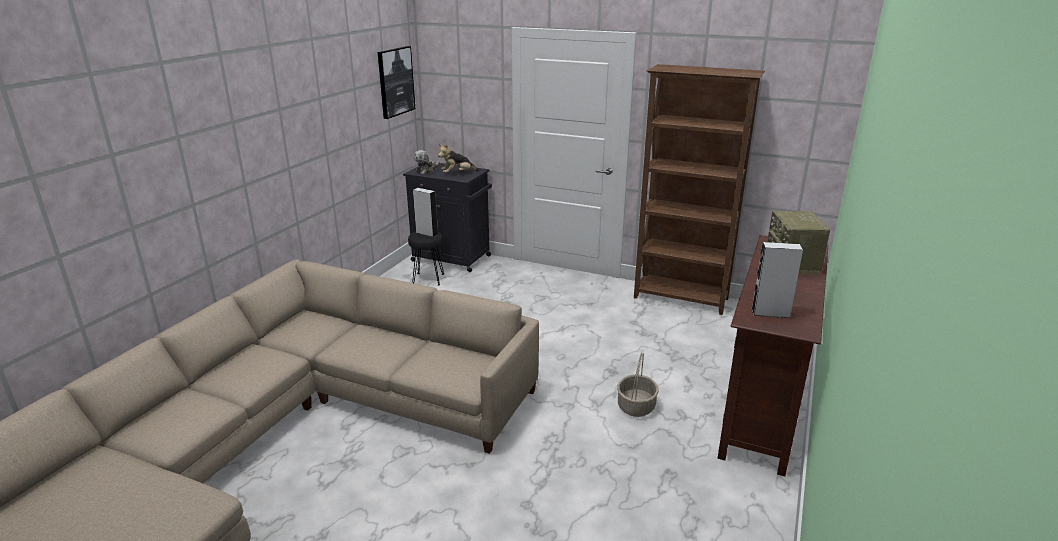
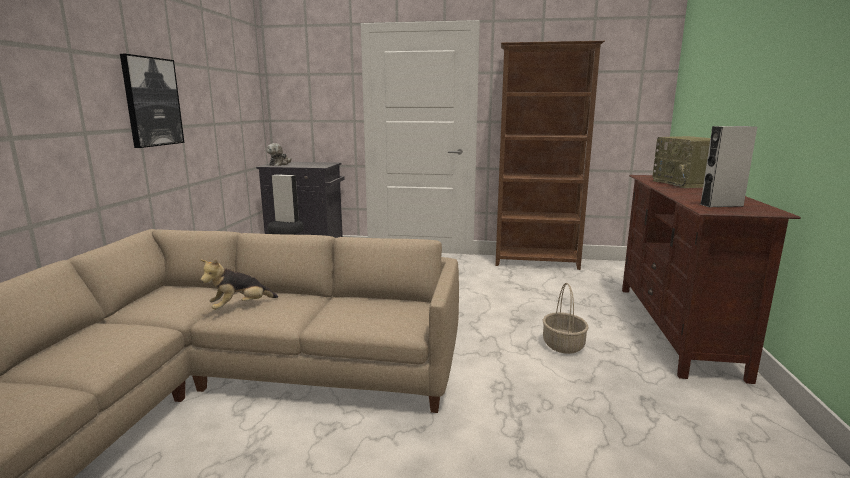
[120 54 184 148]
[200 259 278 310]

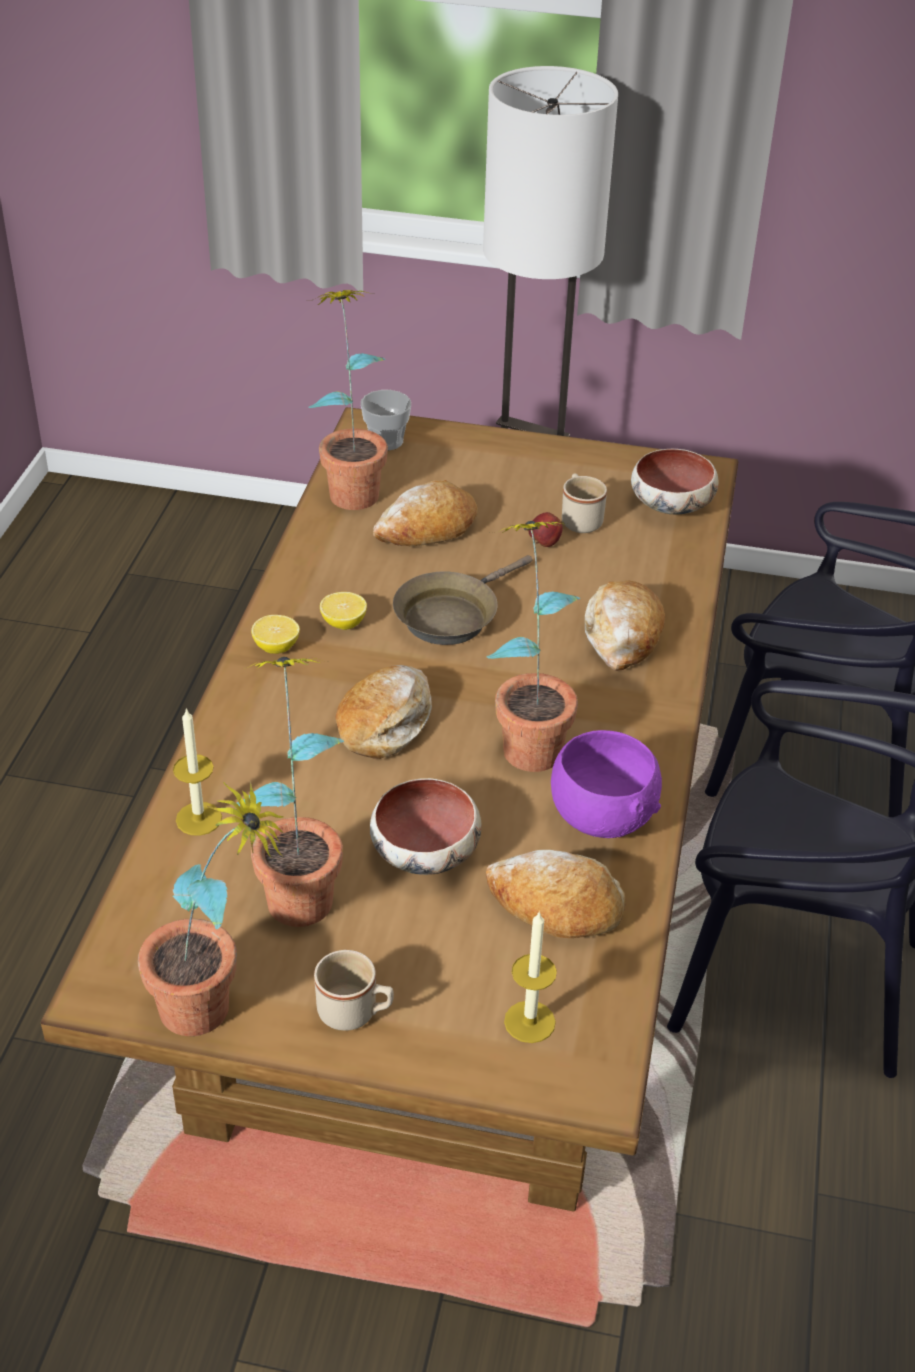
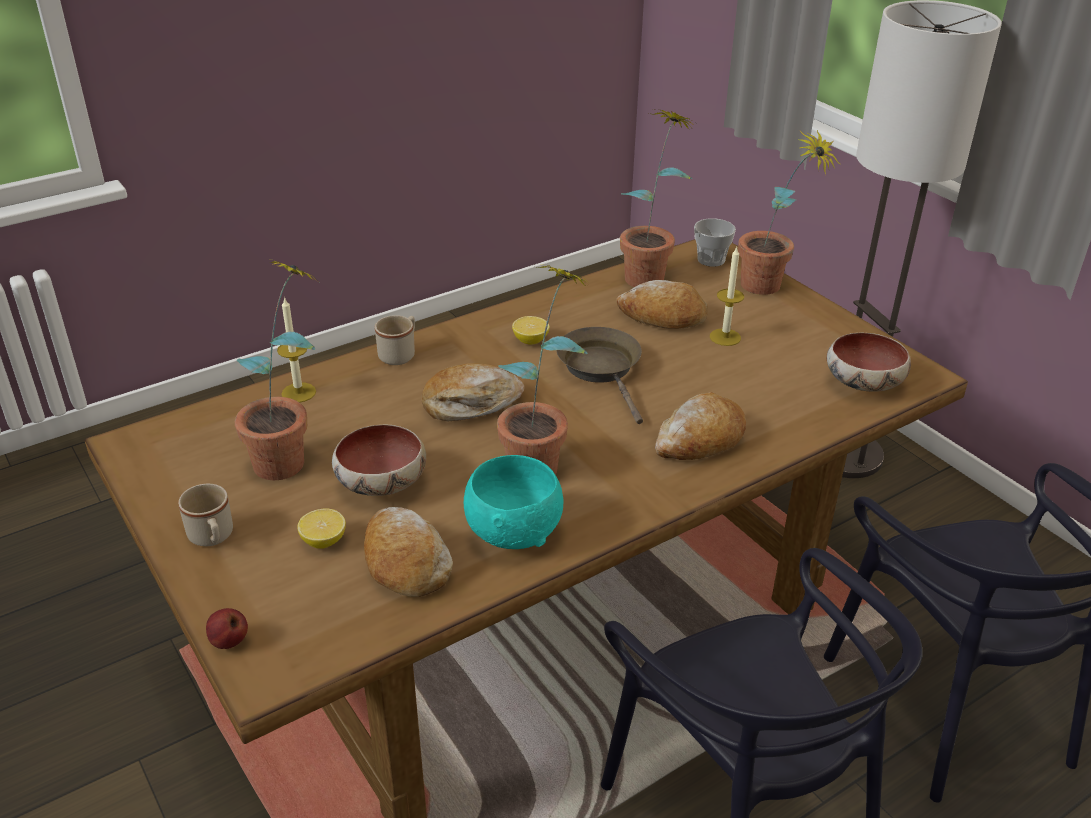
[375 315 415 365]
[206 608 248 649]
[556 327 643 424]
[297 508 346 549]
[464 455 563 549]
[738 130 841 295]
[710 247 744 346]

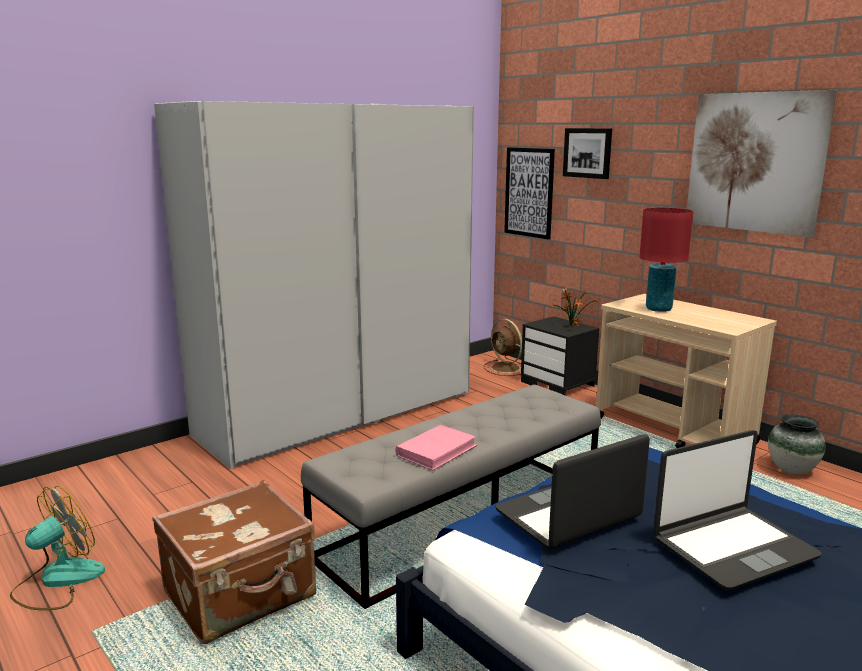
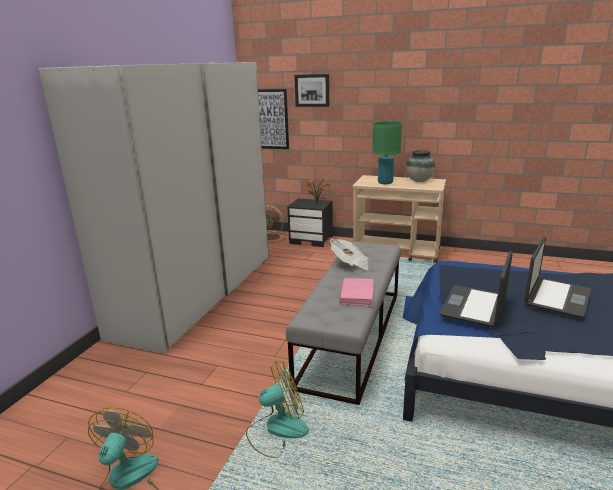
[687 90 837 238] (first image)
[373 121 402 184]
[406 150 435 182]
[246 361 309 458]
[330 239 368 270]

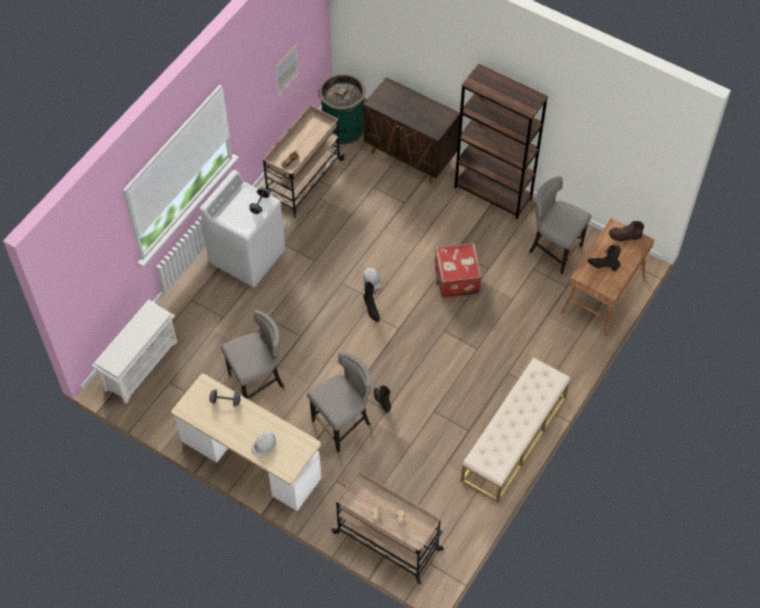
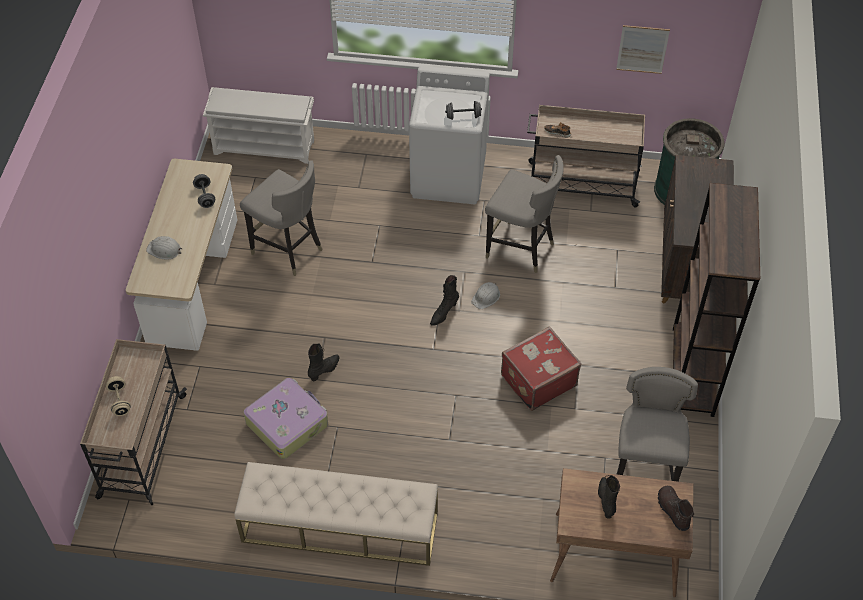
[485 155 564 273]
[244 378 328 459]

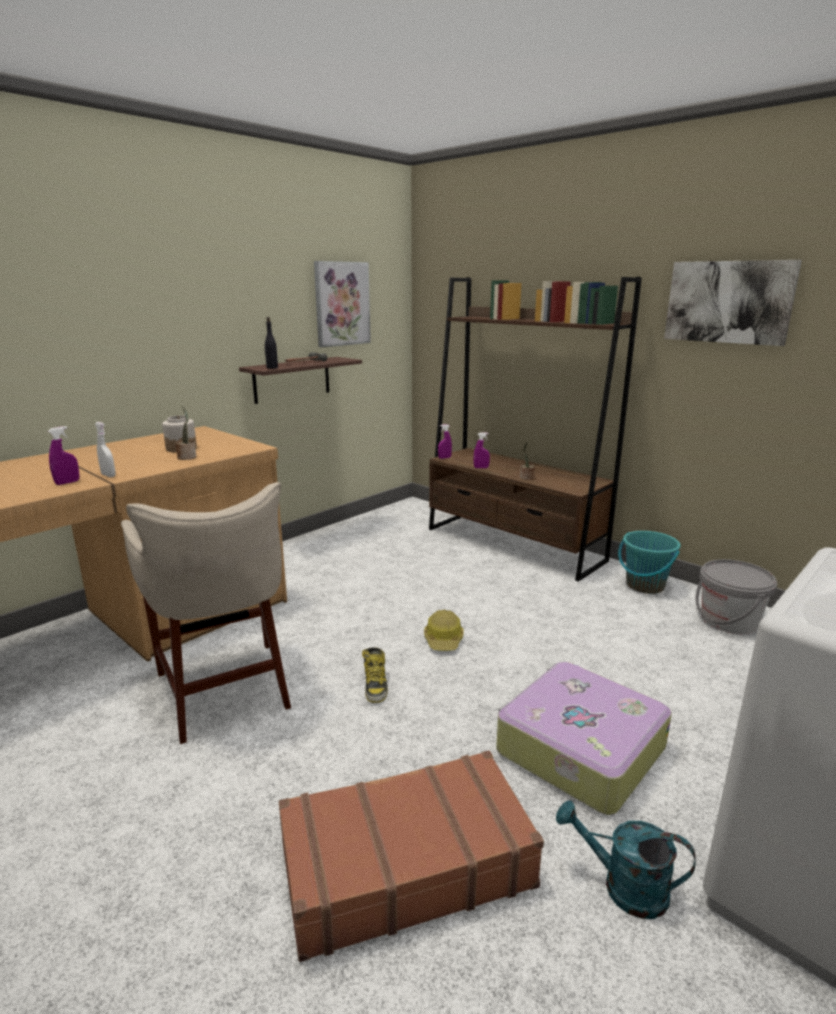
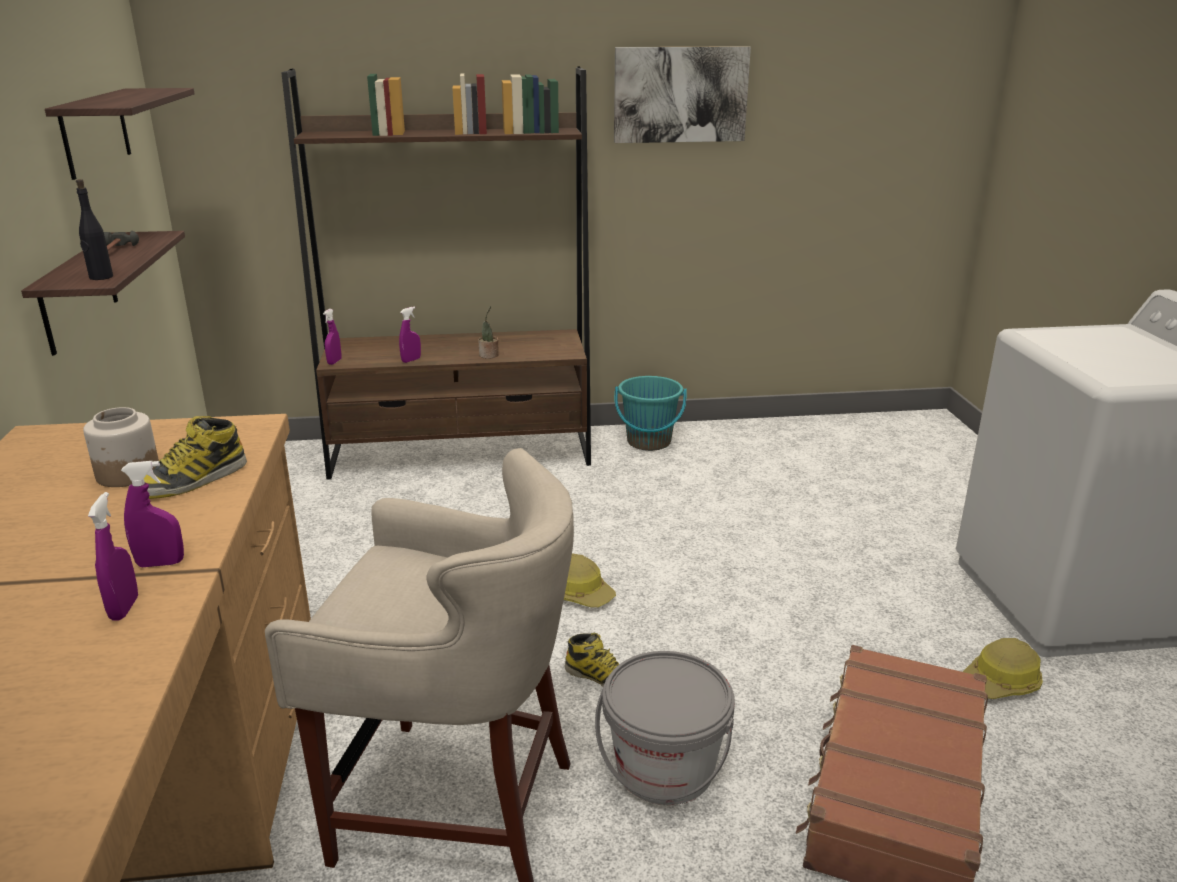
[45 88 195 180]
[144 416 247 499]
[121 461 184 567]
[595 651 735 805]
[496 662 672 815] (first image)
[963 638 1043 699]

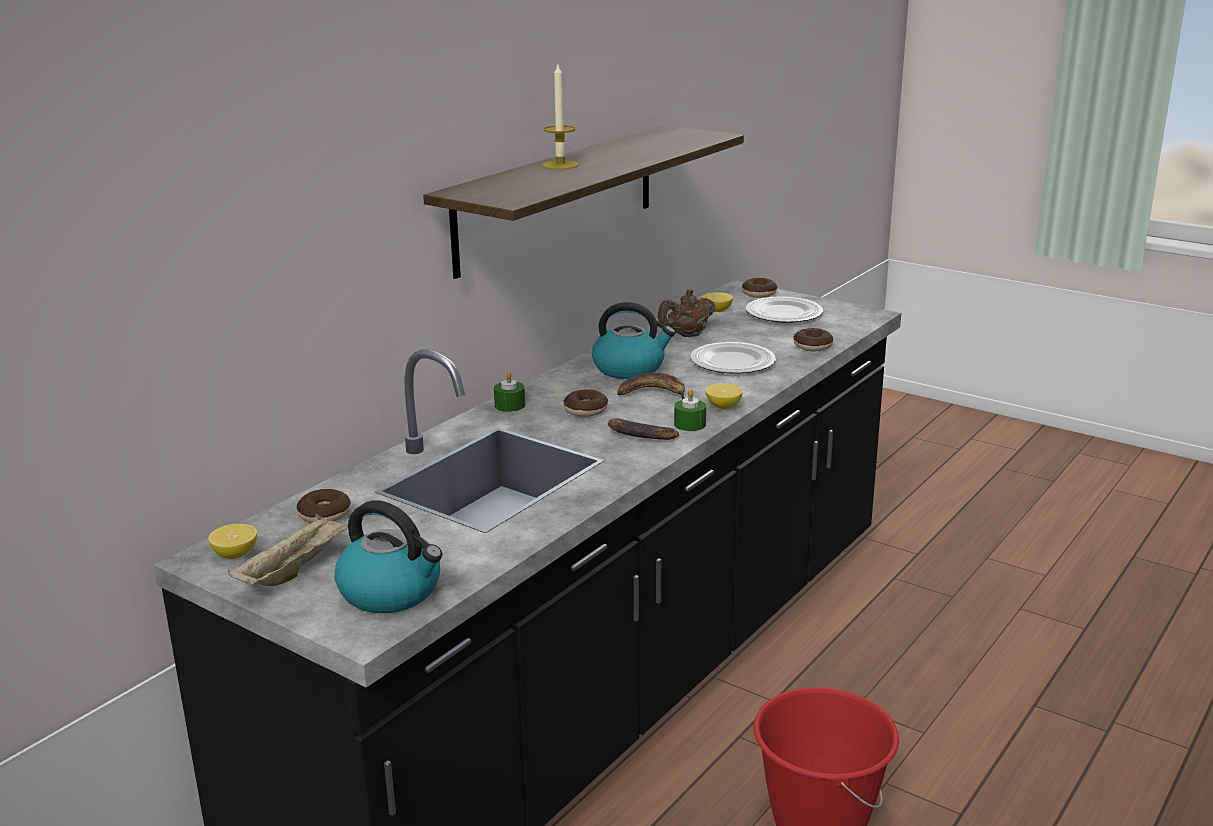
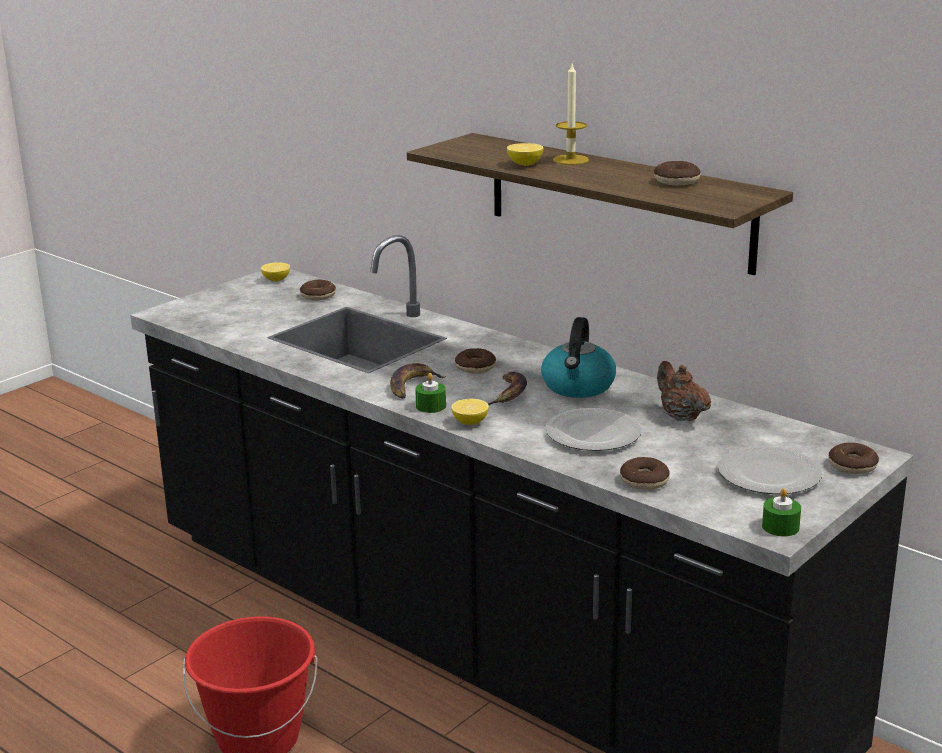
[507 143 544 166]
[762 488 801 536]
[334 500 442 613] (first image)
[228 514 348 586] (first image)
[654 161 700 186]

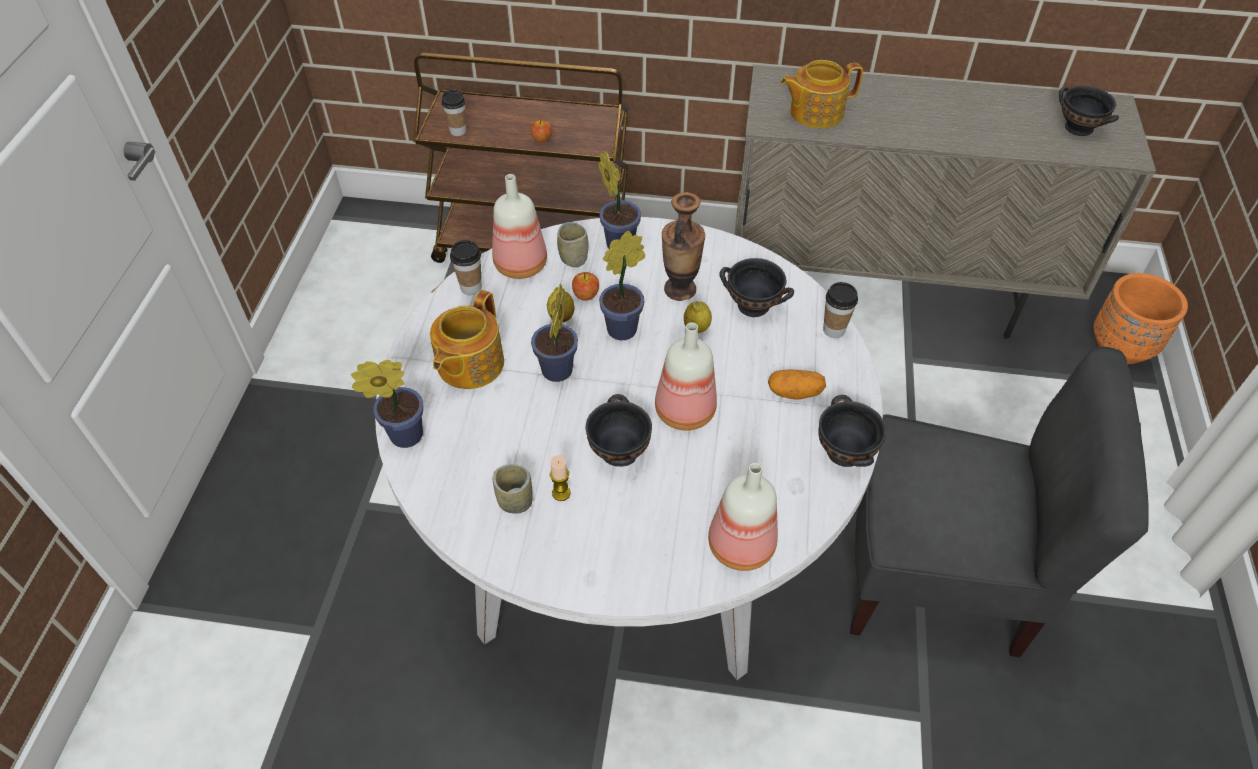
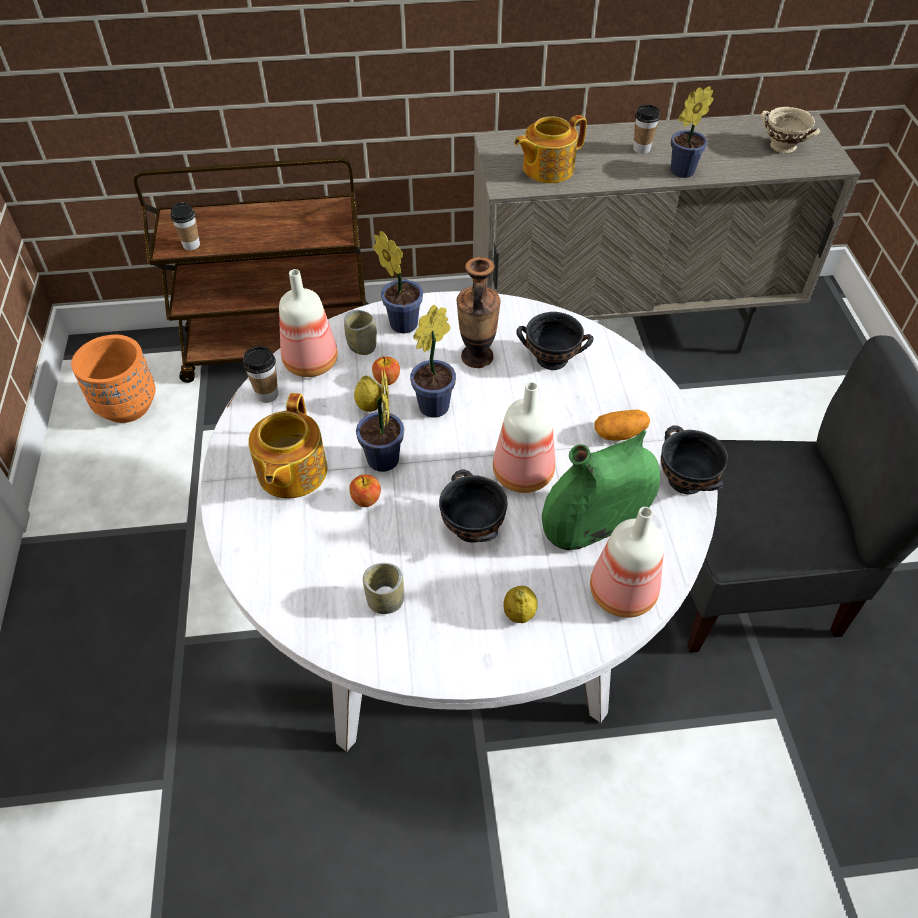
[761 107 820 153]
[349 474 381 507]
[71 335 156 423]
[633 105 660 154]
[504 586 538 623]
[671 86 714 178]
[550 455 571 501] (first image)
[542 430 660 550]

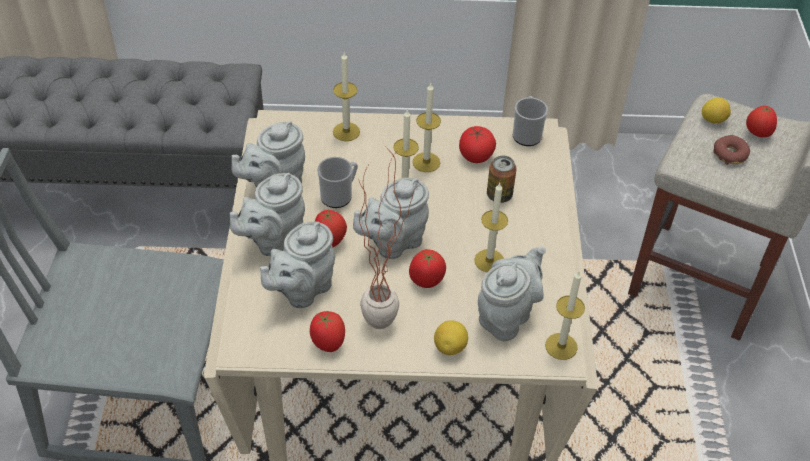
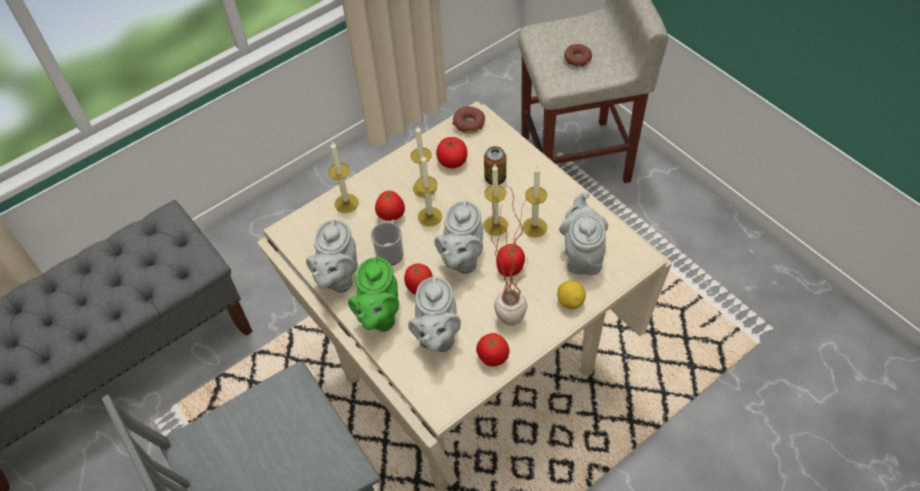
[452 106 485 134]
[702 98 731 123] (first image)
[375 191 405 221]
[348 257 399 332]
[484 164 508 236]

